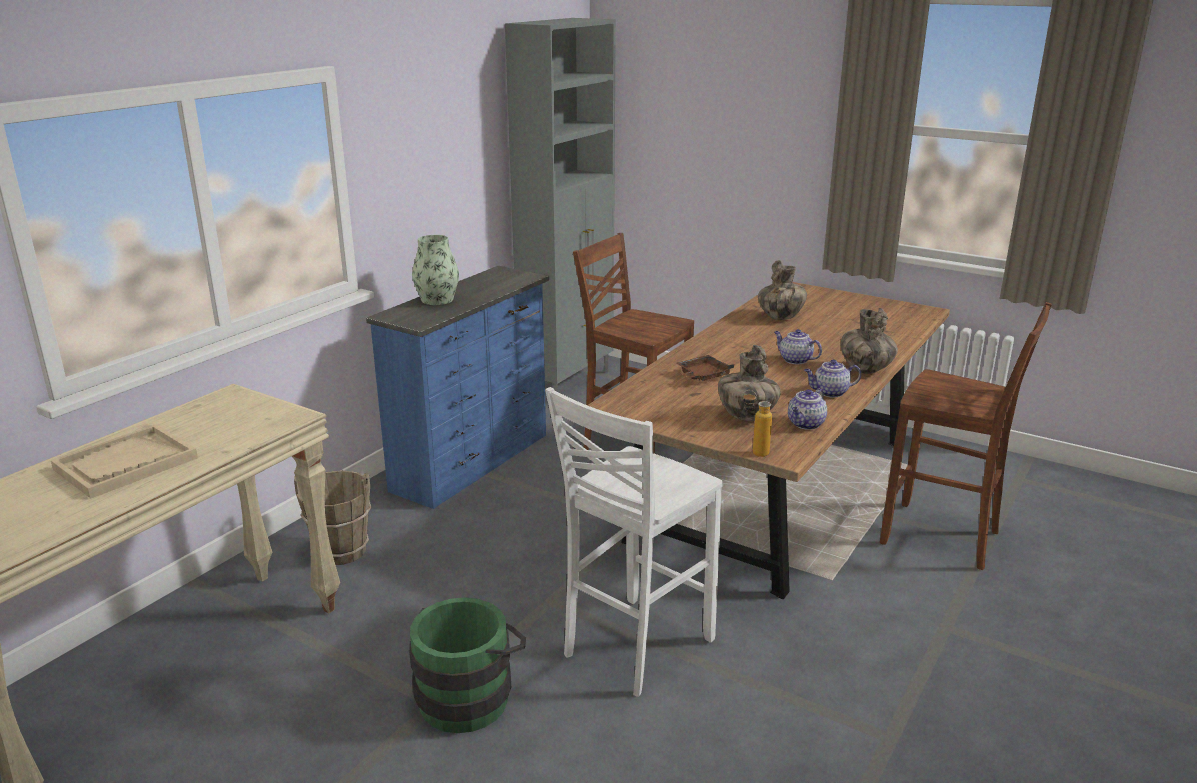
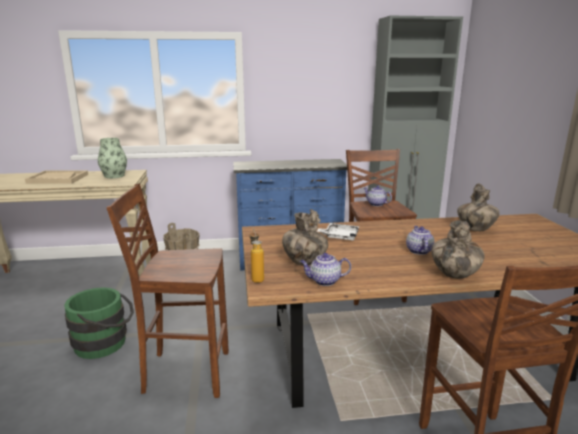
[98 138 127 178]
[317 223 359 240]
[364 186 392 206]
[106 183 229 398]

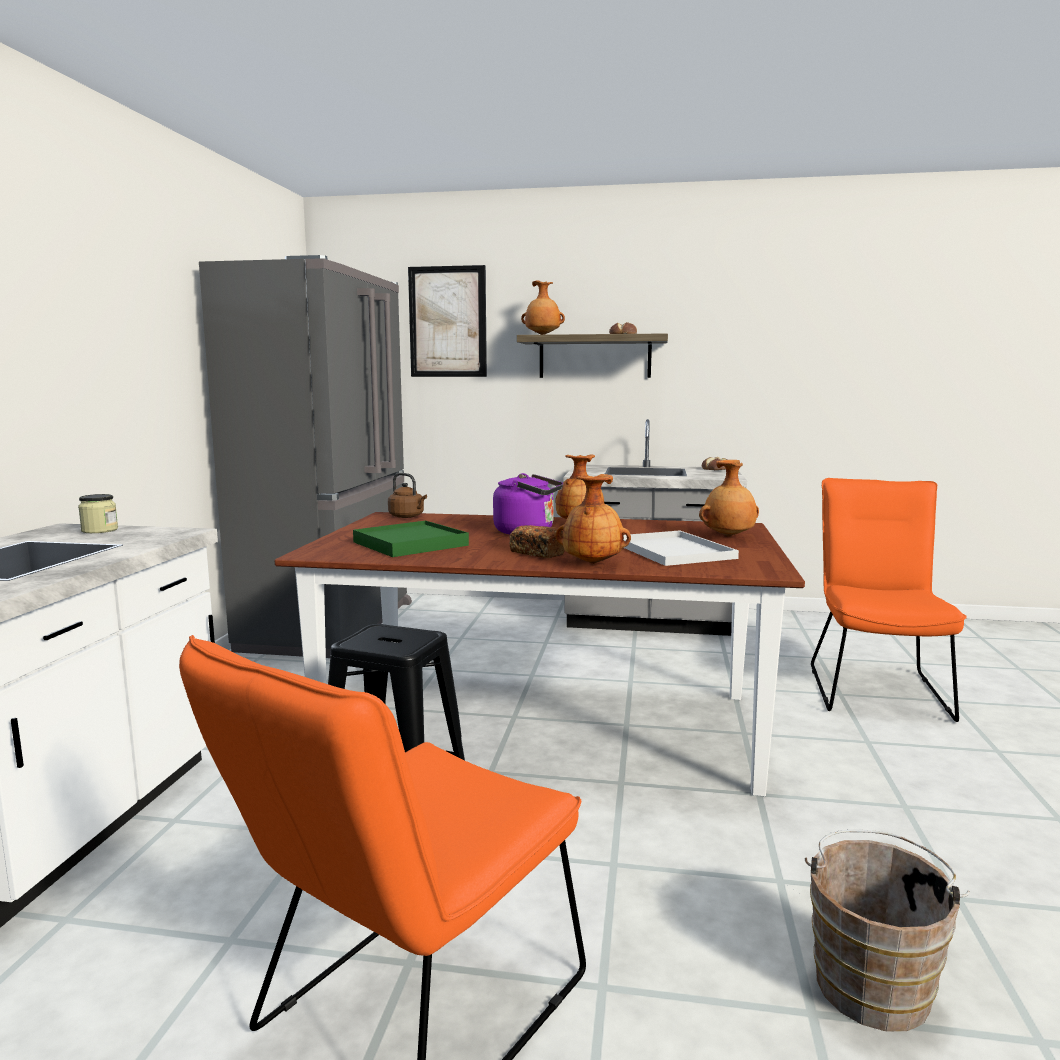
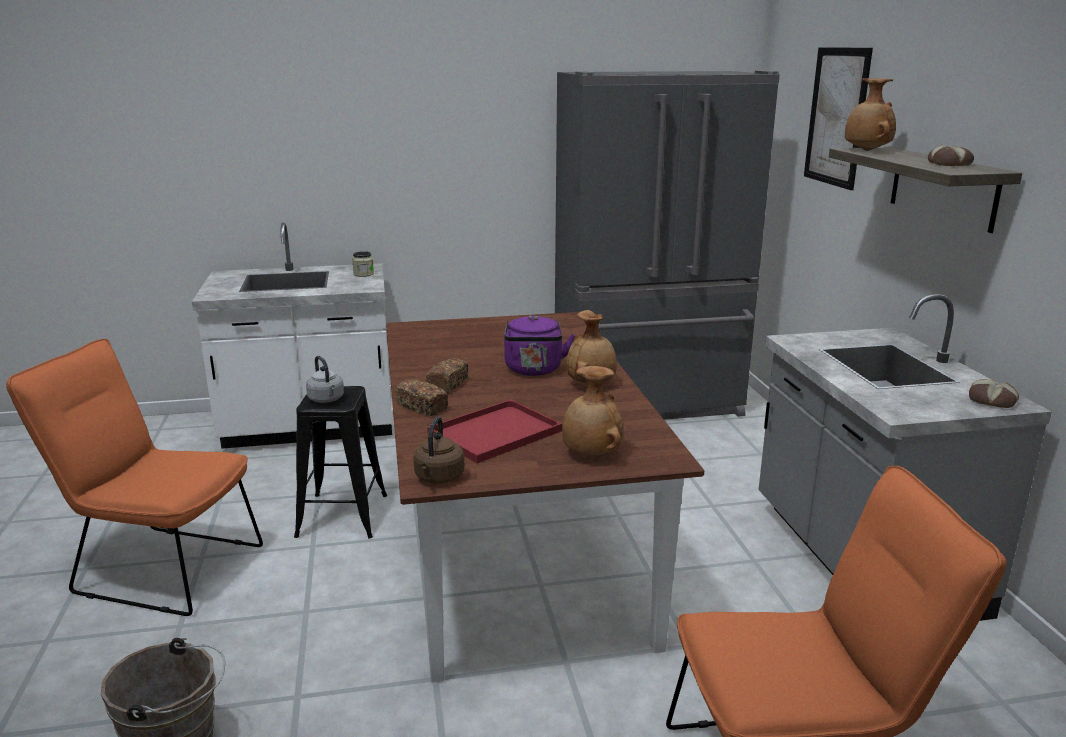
[413 416 464 484]
[395 379 448 416]
[353 521 469 557] (first image)
[427 399 562 463]
[306 356 344 403]

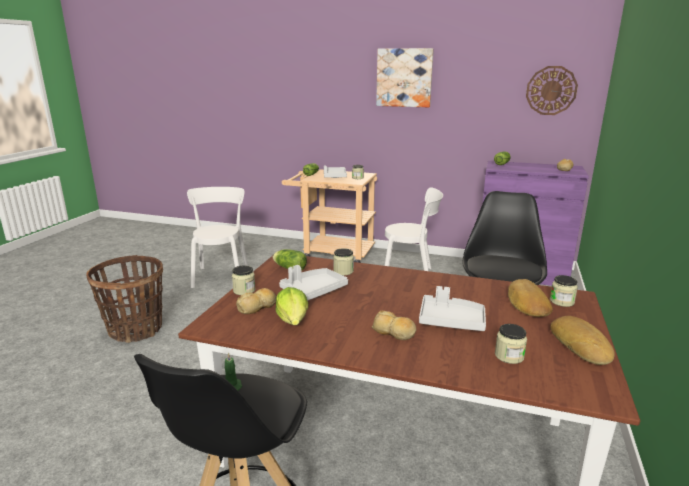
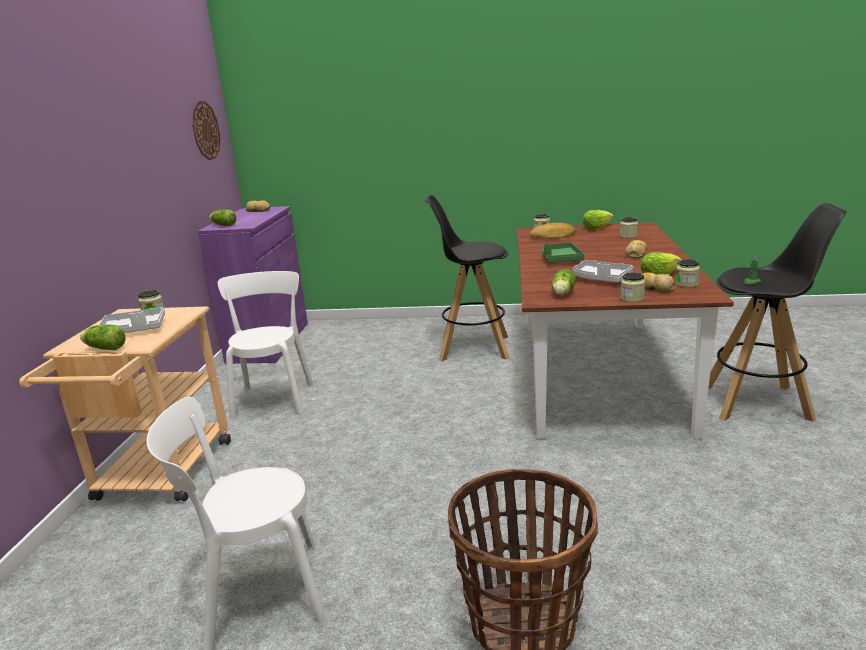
[376 48 434 108] (first image)
[675 259 700 287]
[419 286 486 331] (first image)
[583 210 614 230]
[542 243 584 263]

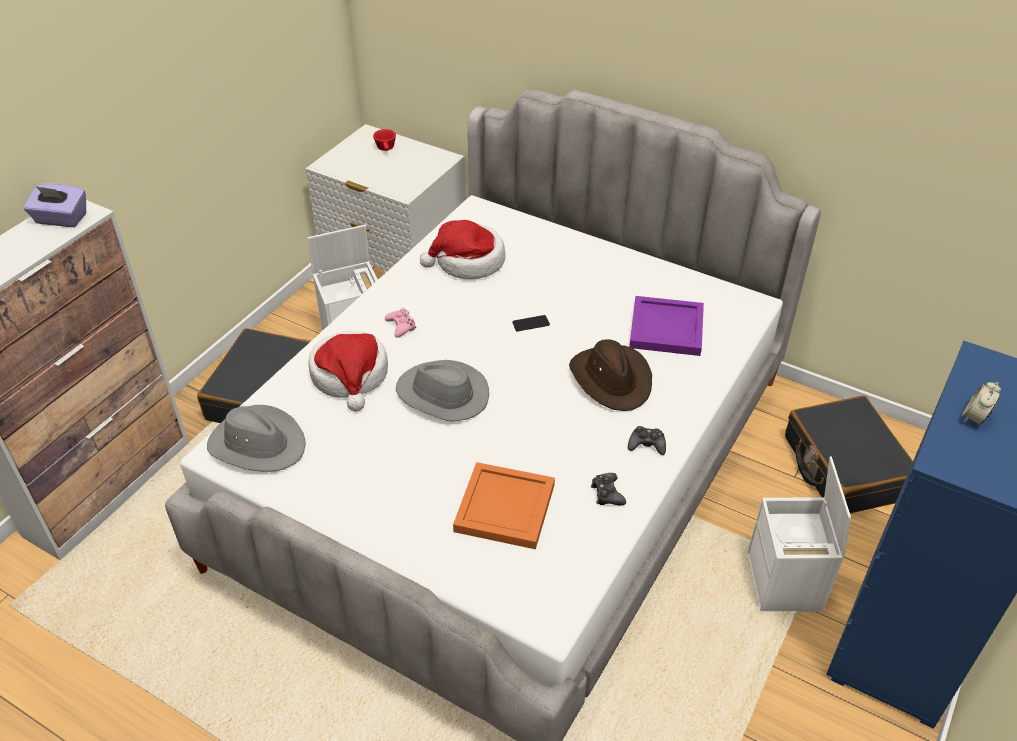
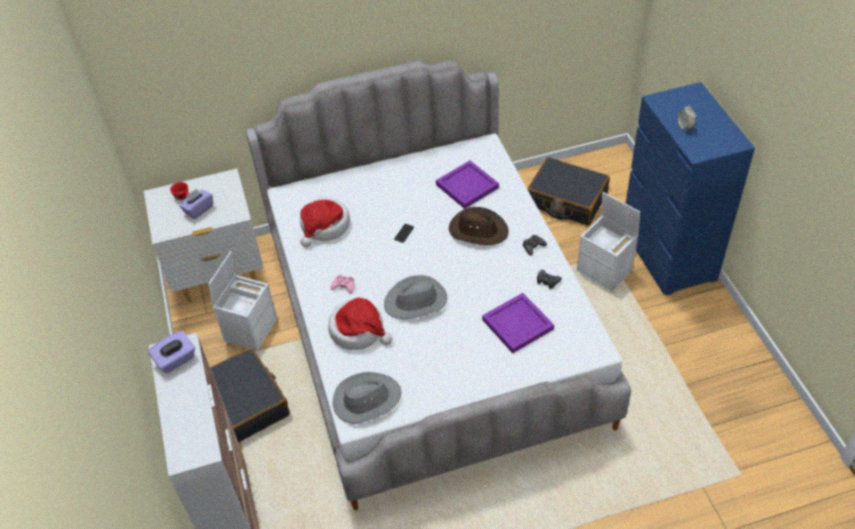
[482 293 554 353]
[179 189 213 219]

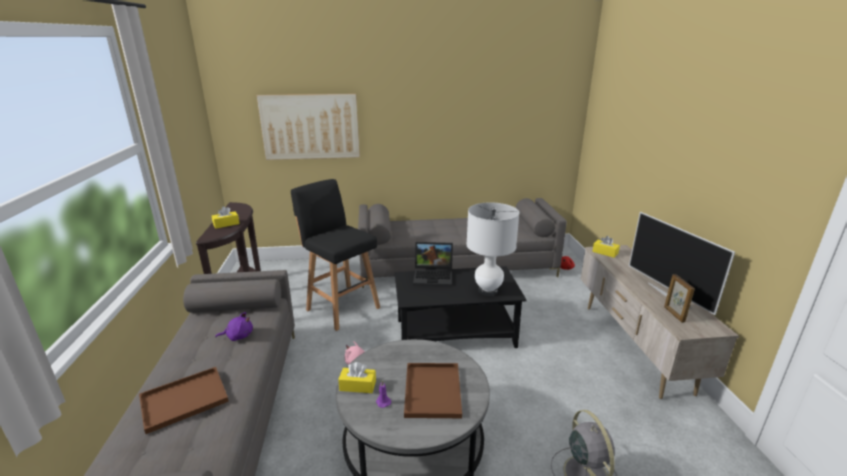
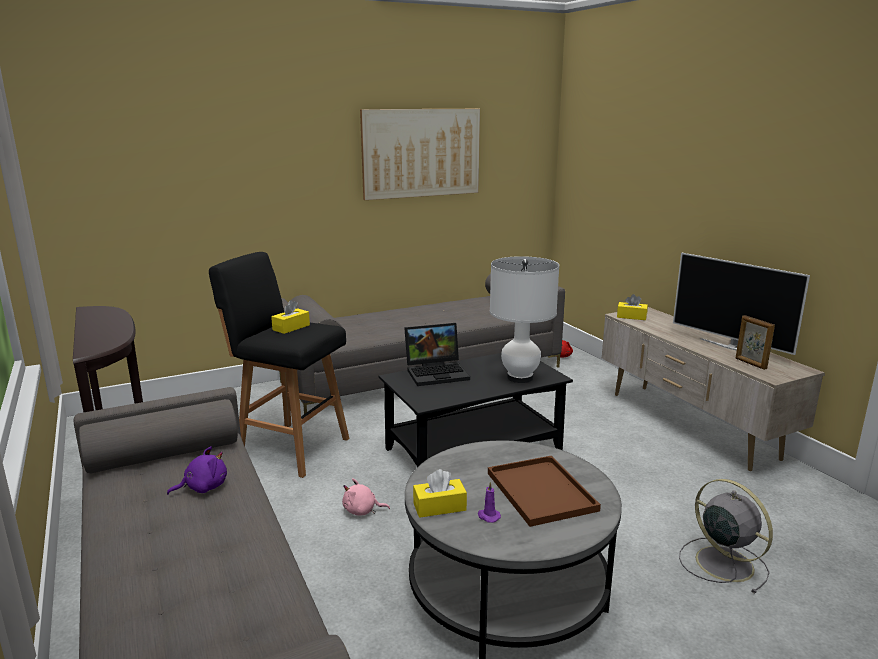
[360 109 480 200]
[271 300 310 334]
[139 367 229 434] (first image)

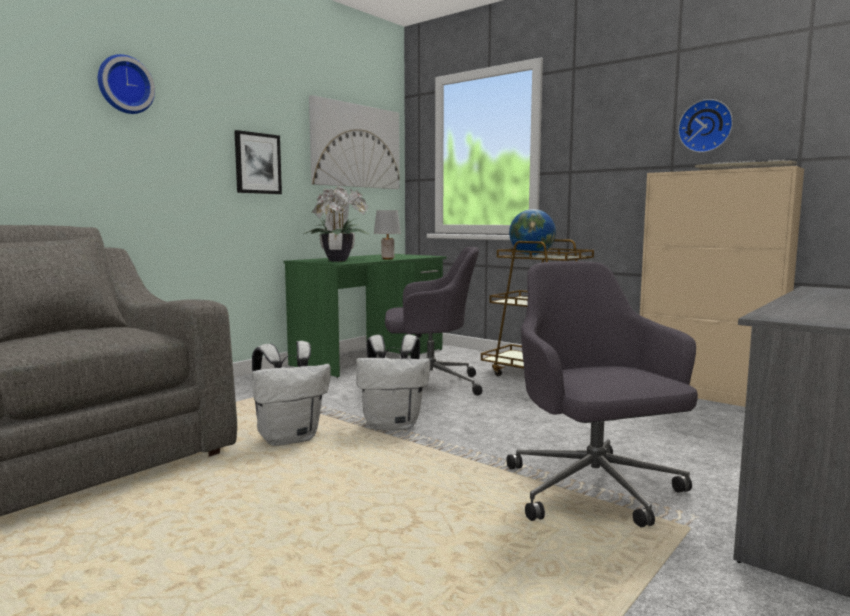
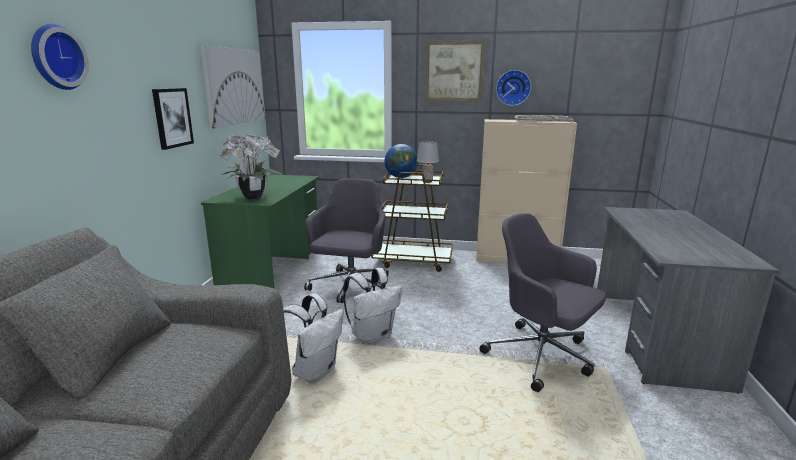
[417 141 439 183]
[304 178 388 303]
[425 40 485 102]

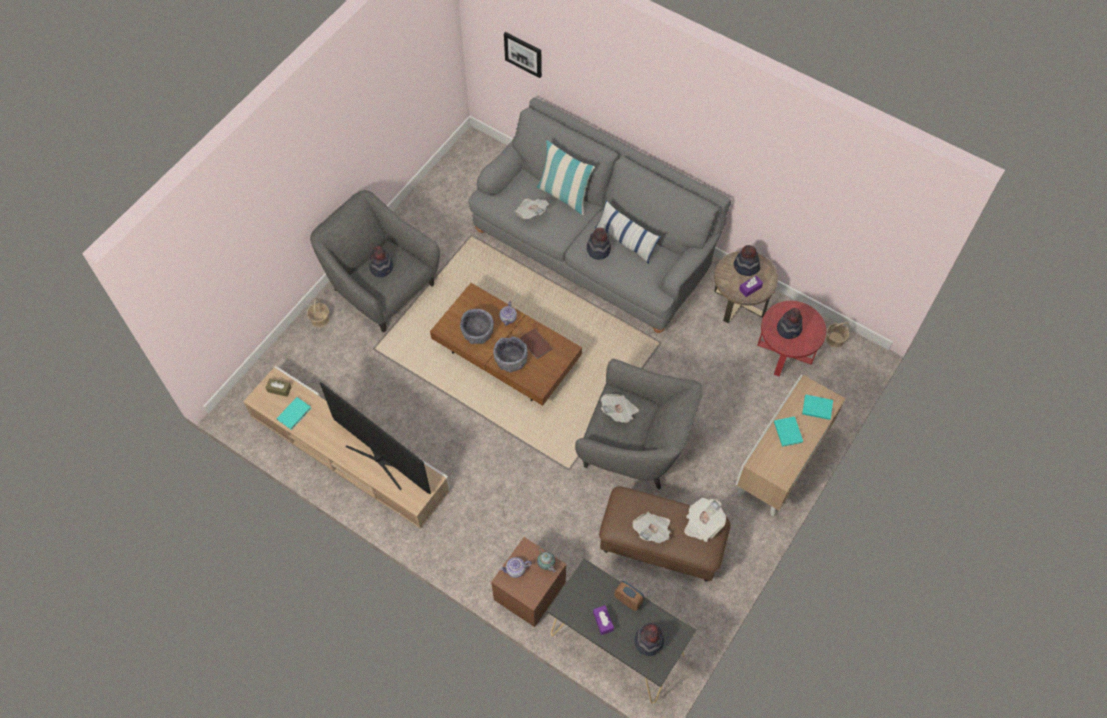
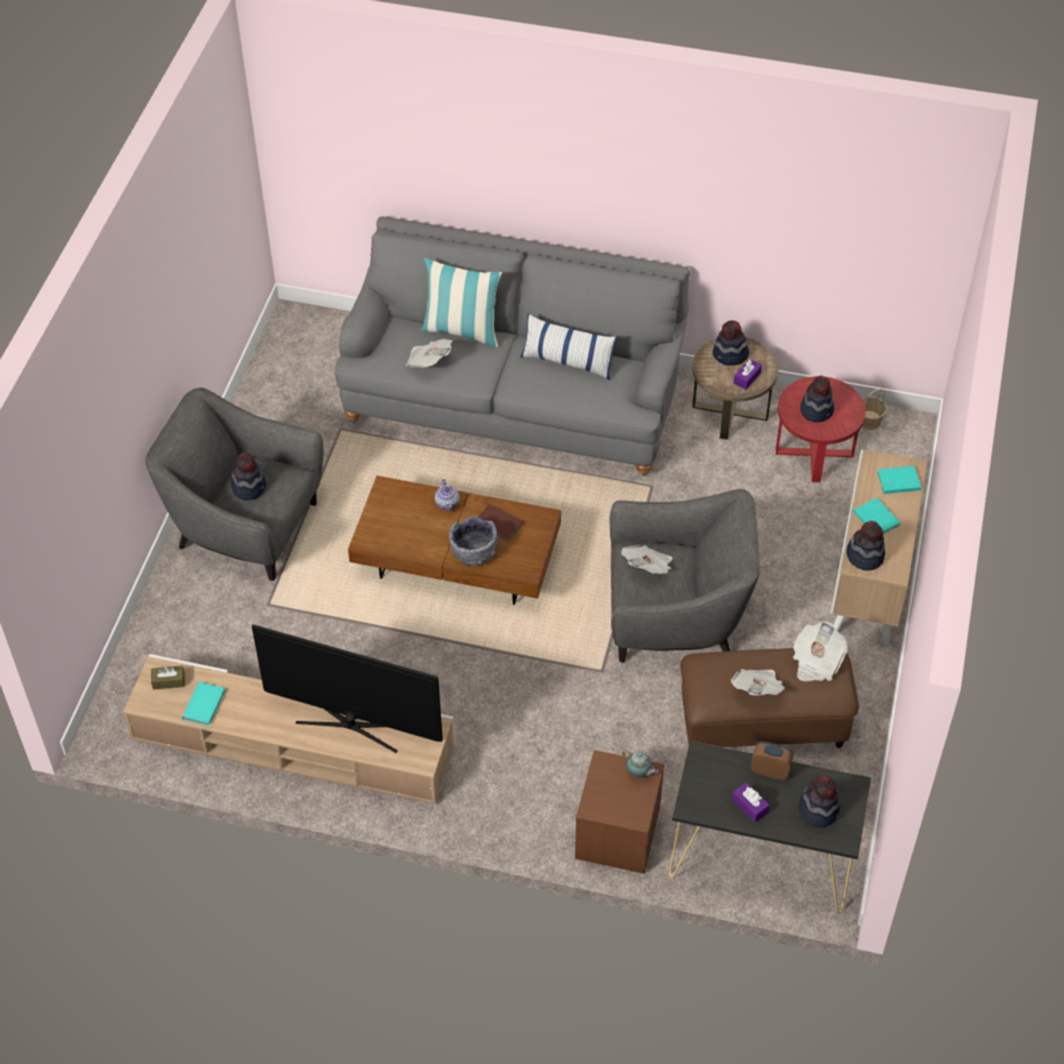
[504 32 542 78] (first image)
[846 521 885 570]
[307 298 329 328] (first image)
[460 309 494 344] (first image)
[499 557 532 578] (first image)

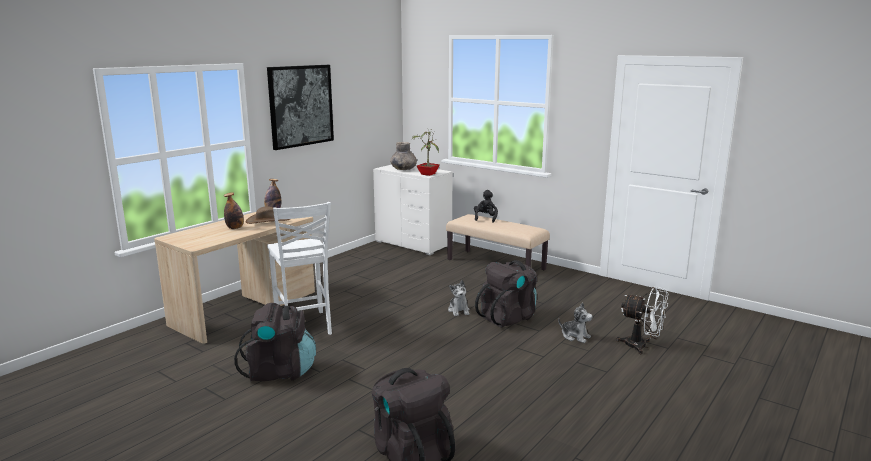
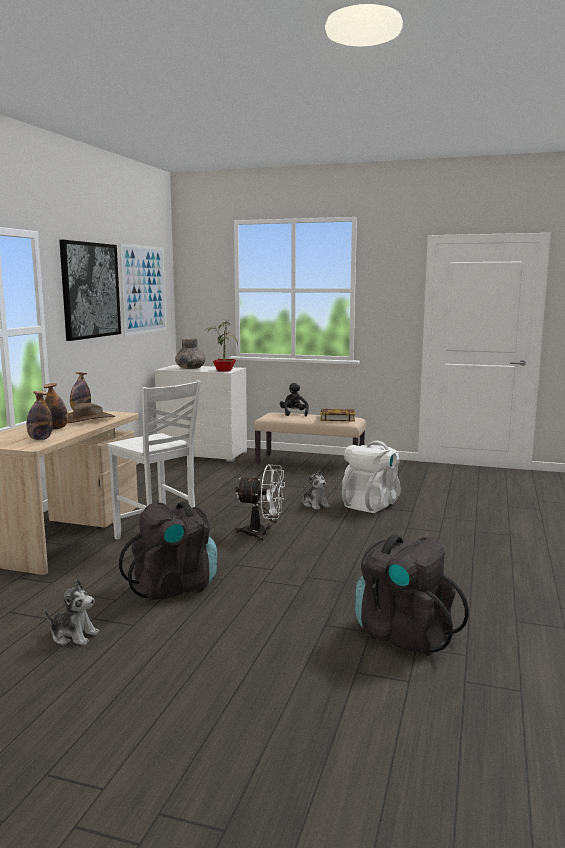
[342 441 401 513]
[235 464 285 542]
[45 579 99 646]
[119 243 166 336]
[26 391 53 440]
[320 408 355 422]

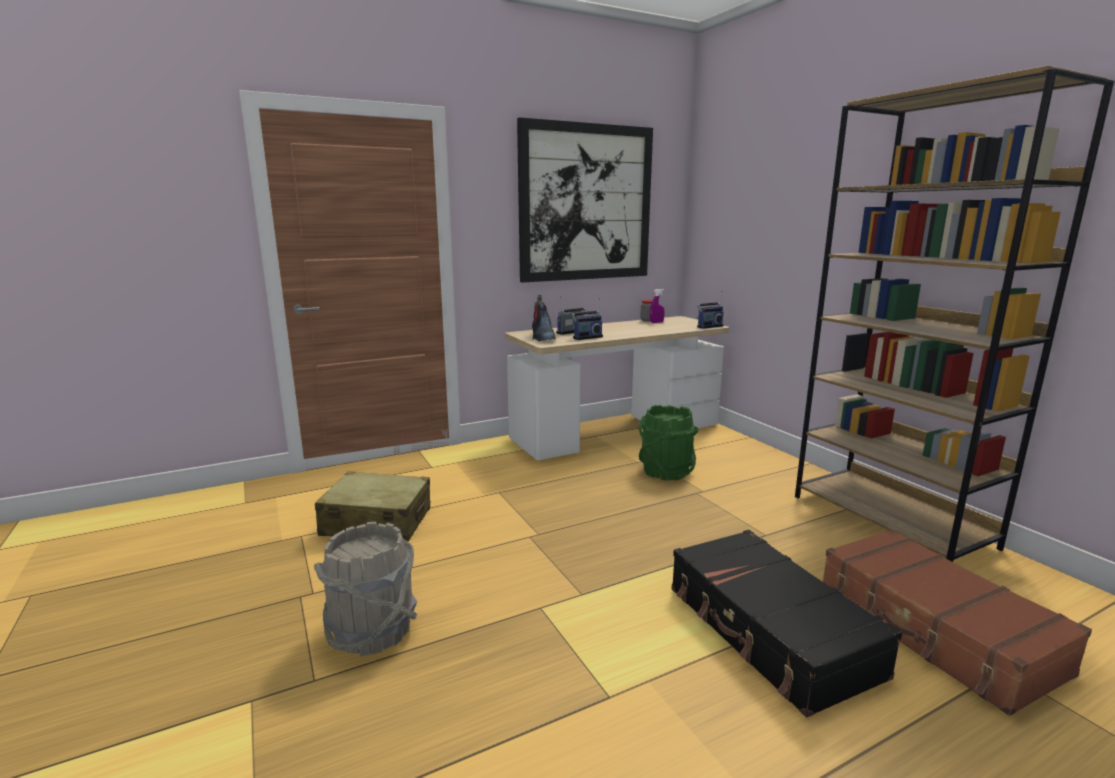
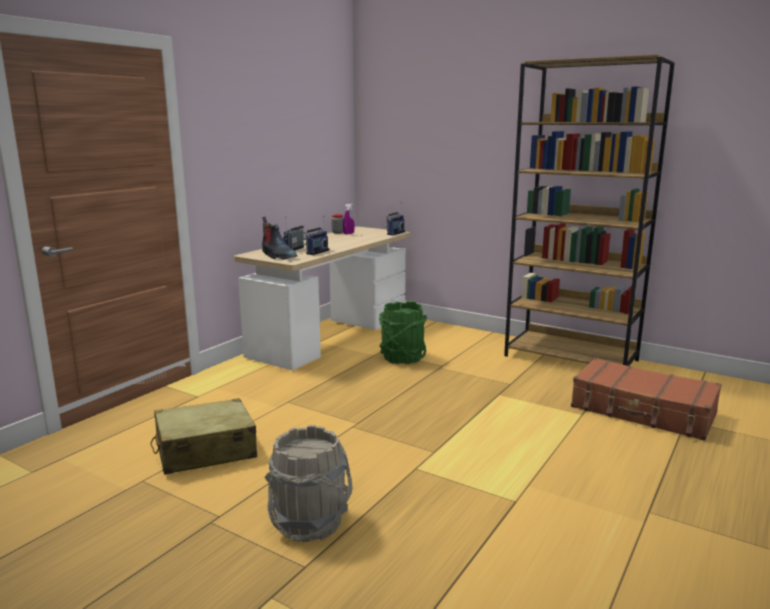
[517 117 653 283] (first image)
[671 530 902 717] (first image)

